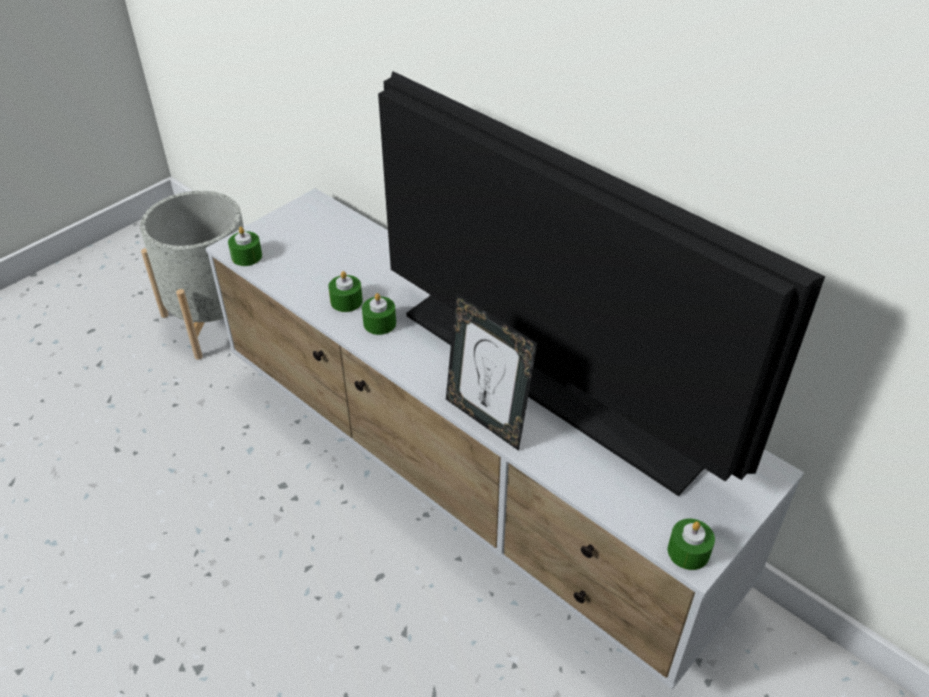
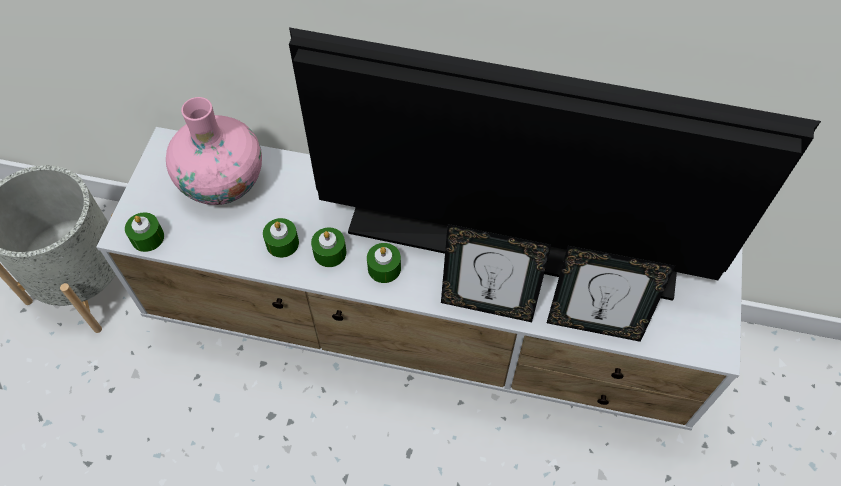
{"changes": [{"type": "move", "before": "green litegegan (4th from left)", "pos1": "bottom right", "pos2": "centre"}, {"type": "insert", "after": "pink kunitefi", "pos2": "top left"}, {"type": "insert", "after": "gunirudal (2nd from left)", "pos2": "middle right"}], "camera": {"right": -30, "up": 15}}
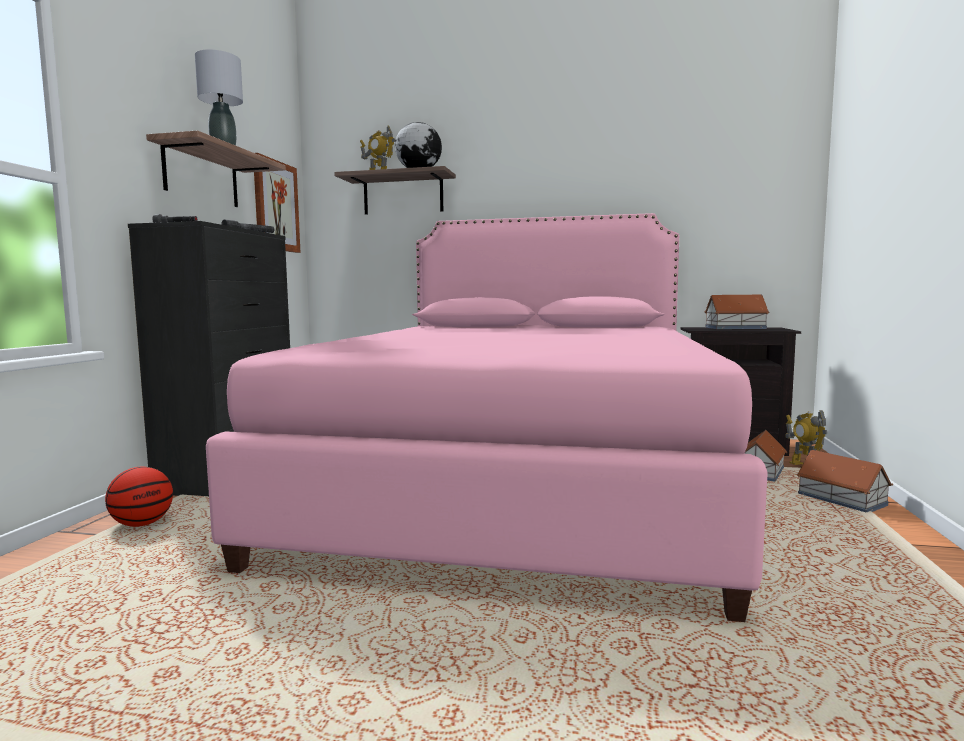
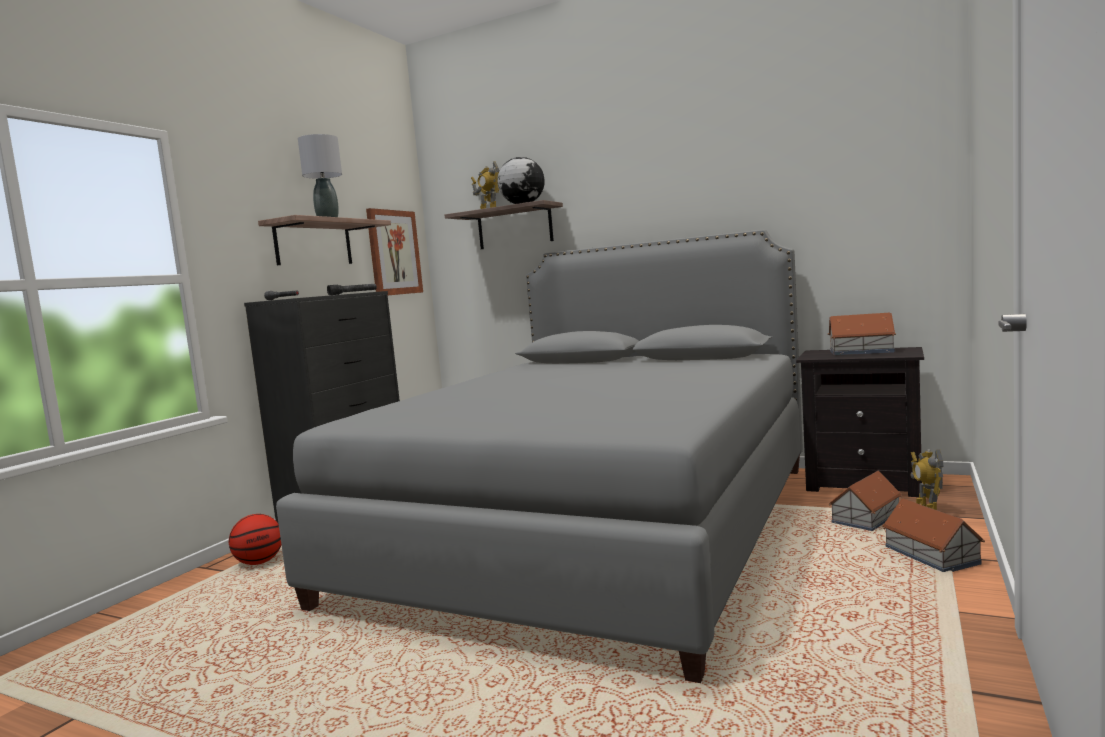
{"changes": [{"type": "recolor", "before": "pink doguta", "after": "grey doguta", "pos1": "centre", "pos2": "centre"}], "camera": {"right": 15, "up": 0}}
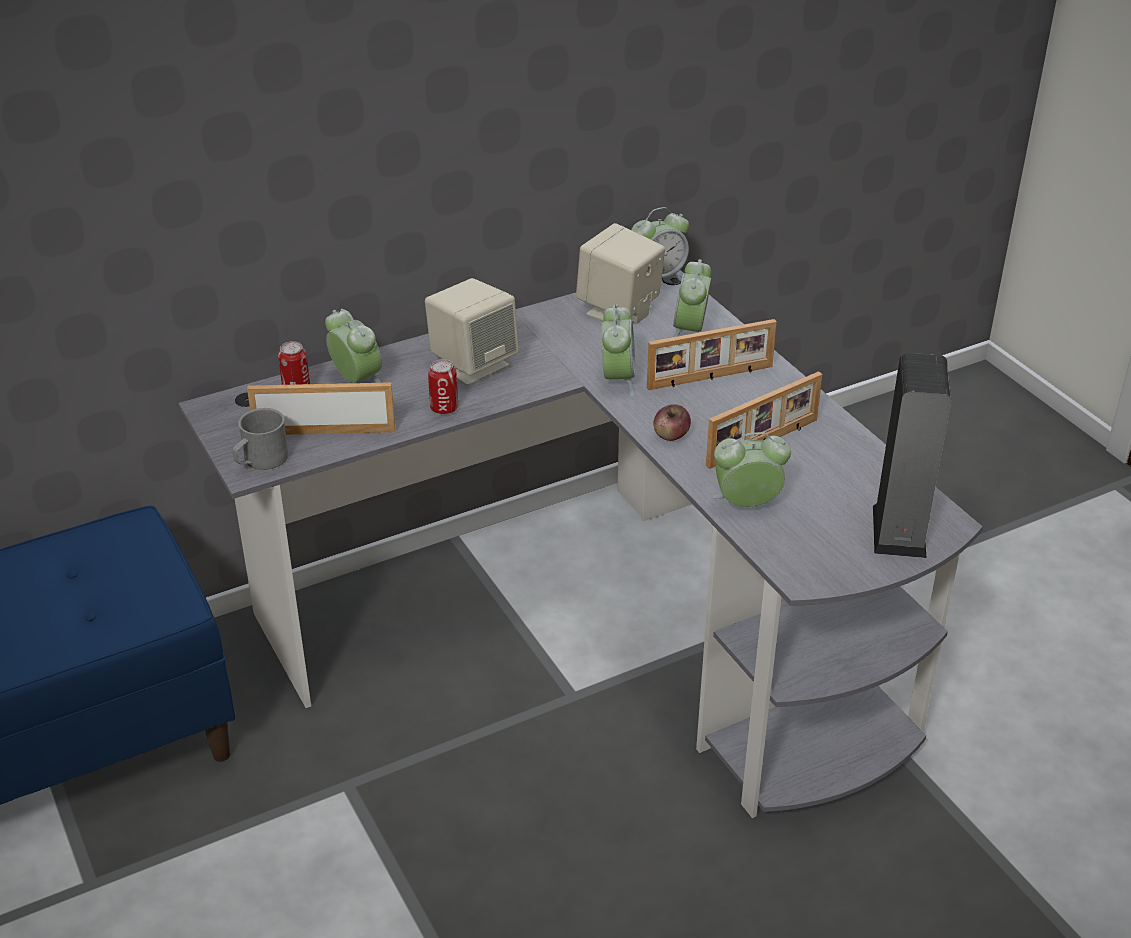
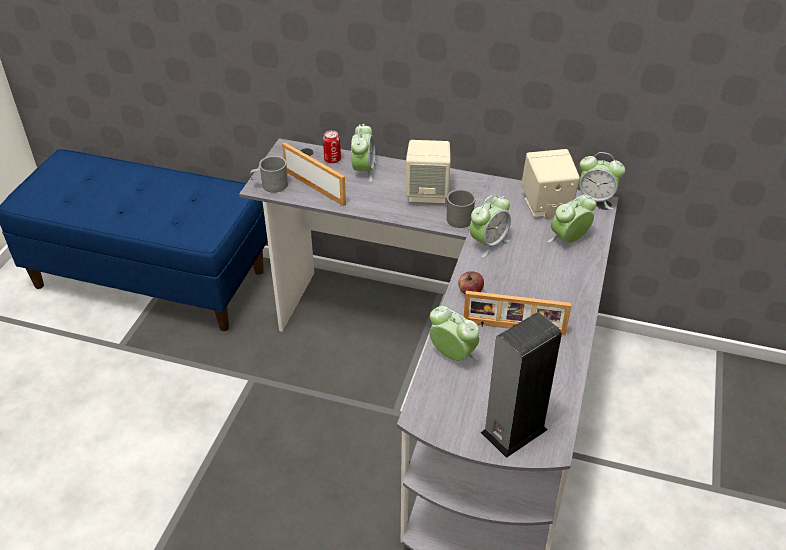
{"changes": [{"type": "delete", "before": "gunirudal (2nd from left)", "pos1": "centre"}, {"type": "delete", "before": "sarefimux (2nd from left)", "pos1": "centre"}, {"type": "insert", "after": "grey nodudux (2nd from left)", "pos2": "centre"}], "camera": {"right": 45, "up": 5}}
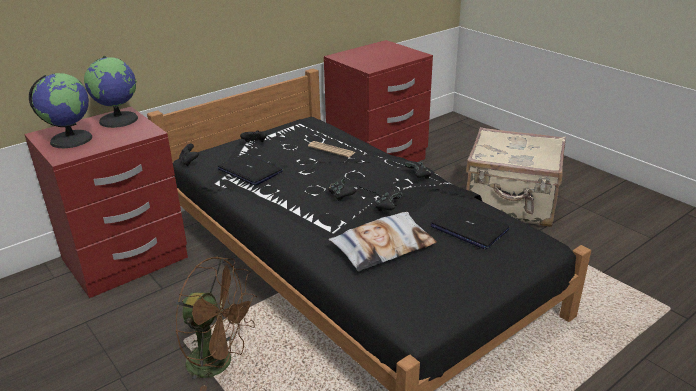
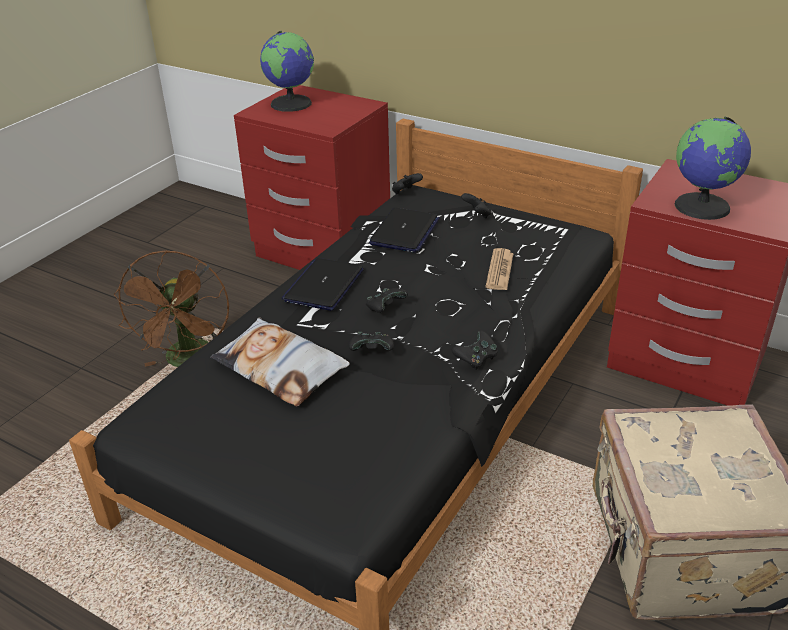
{"changes": [{"type": "move", "before": "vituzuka (2nd from left)", "pos1": "top left", "pos2": "top right"}, {"type": "move", "before": "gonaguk (2nd from left in the first image)", "after": "gonaguk (1st from left)", "pos1": "middle right", "pos2": "centre"}], "camera": {"right": 70, "up": 5}}
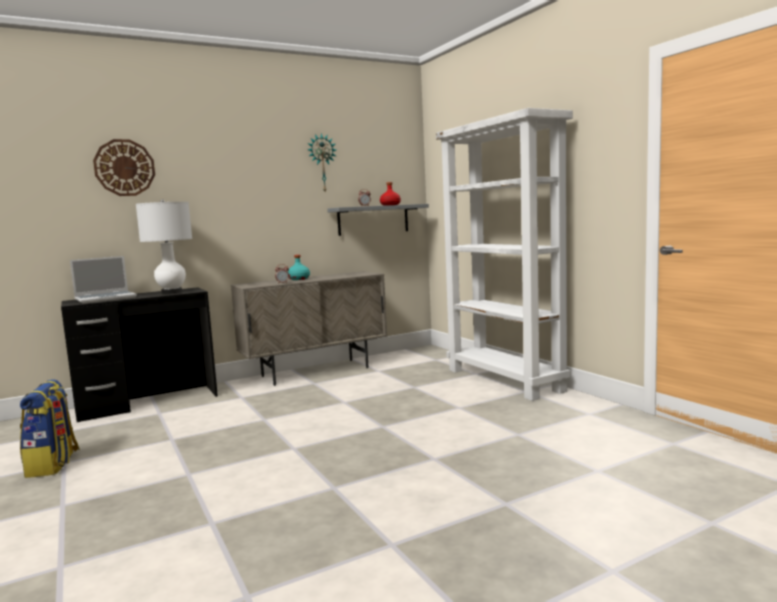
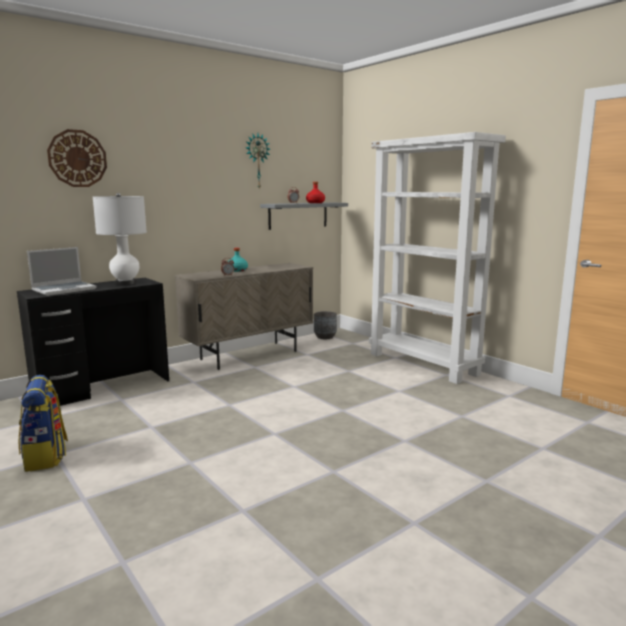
{"changes": [{"type": "insert", "after": "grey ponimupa", "pos2": "centre"}], "camera": {"right": -10, "up": 5}}
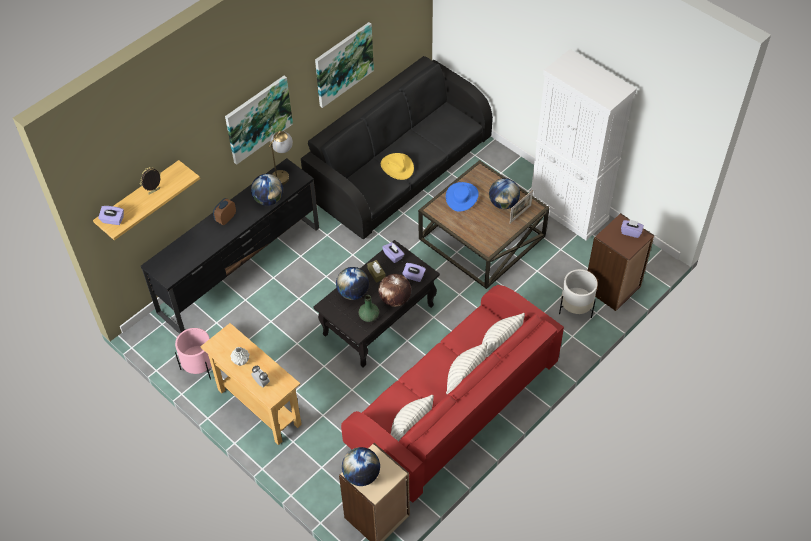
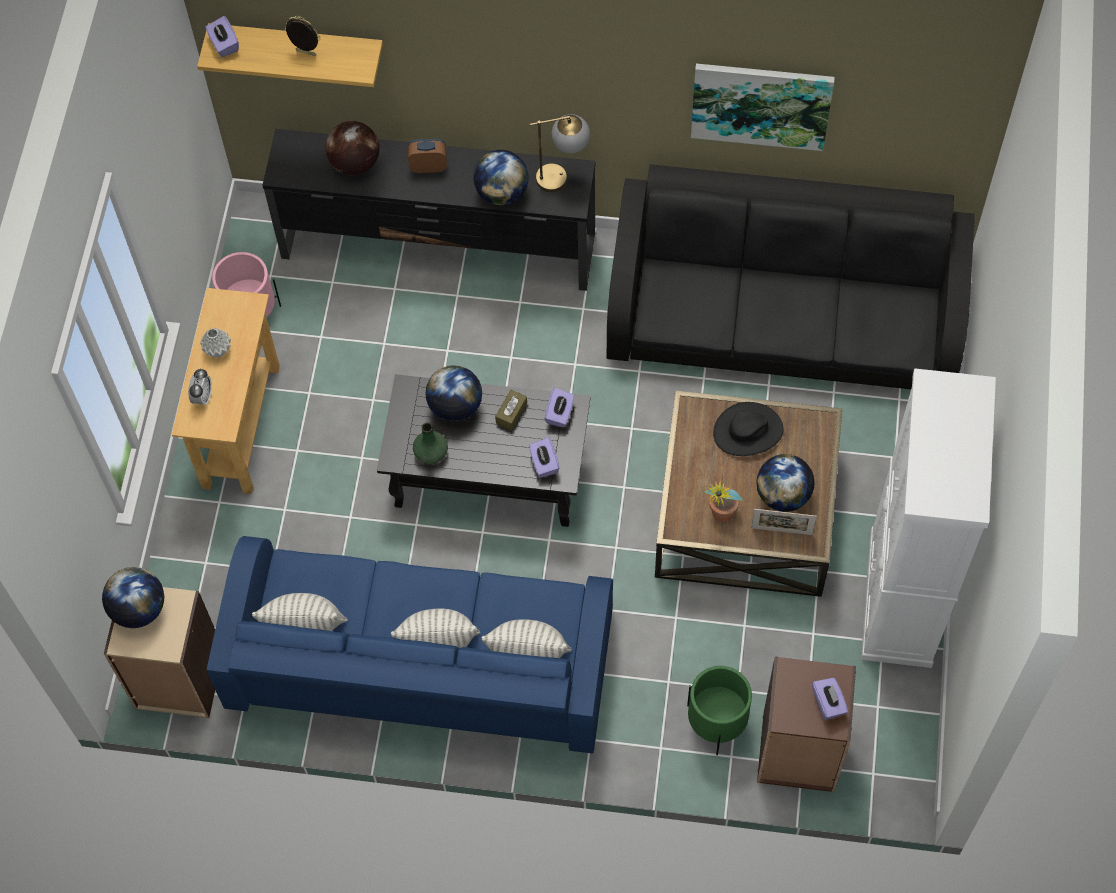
{"changes": [{"type": "delete", "before": "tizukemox (1st from left)", "pos1": "top left"}, {"type": "delete", "before": "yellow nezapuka", "pos1": "top centre"}, {"type": "recolor", "before": "blue nezapuka", "after": "black nezapuka", "pos1": "centre", "pos2": "middle right"}, {"type": "recolor", "before": "white ponimupa", "after": "green ponimupa", "pos1": "middle right", "pos2": "bottom centre"}, {"type": "move", "before": "vituzuka (4th from left in the first image)", "after": "vituzuka (2nd from left)", "pos1": "centre", "pos2": "top left"}, {"type": "recolor", "before": "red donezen", "after": "blue donezen", "pos1": "bottom centre", "pos2": "bottom centre"}, {"type": "insert", "after": "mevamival", "pos2": "centre"}], "camera": {"right": 55, "up": 10}}
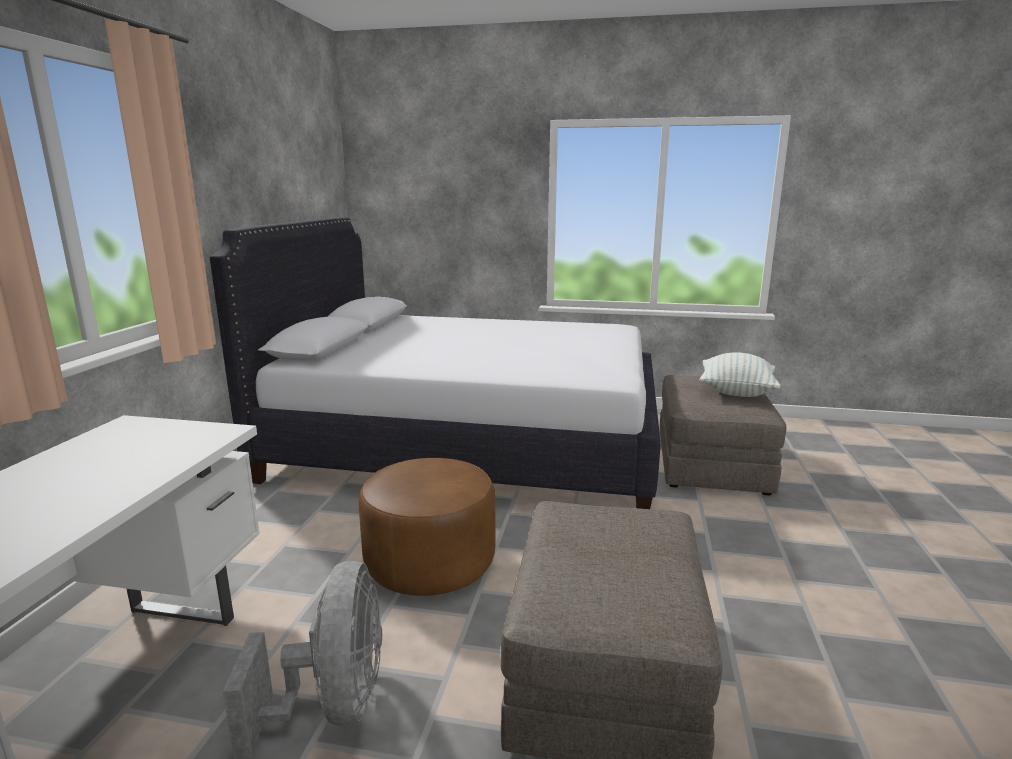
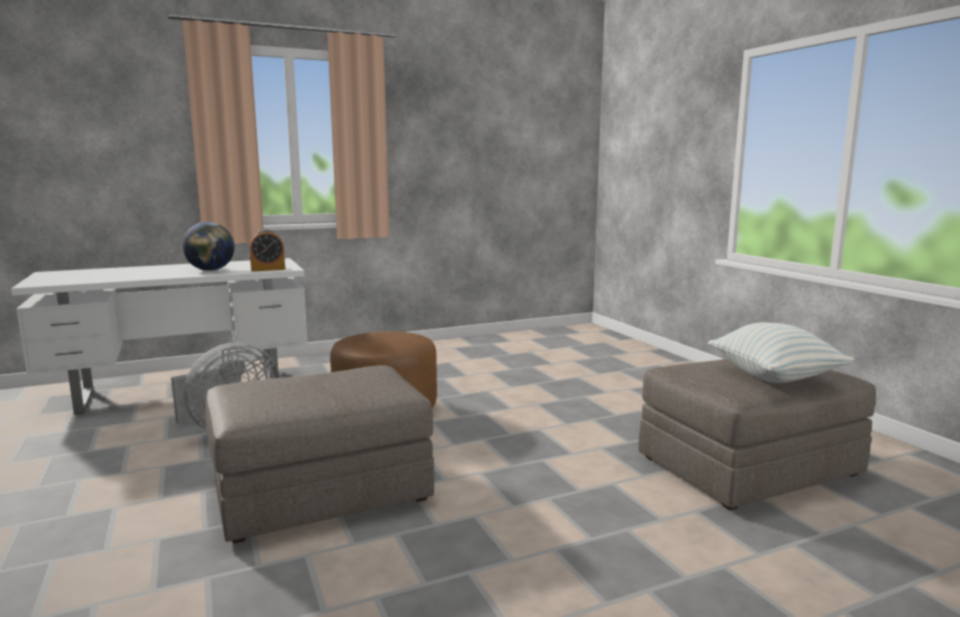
{"changes": [{"type": "delete", "before": "white doguta", "pos1": "centre"}, {"type": "insert", "after": "vituzuka", "pos2": "middle left"}, {"type": "insert", "after": "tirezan", "pos2": "middle left"}], "camera": {"right": 55, "up": -5}}
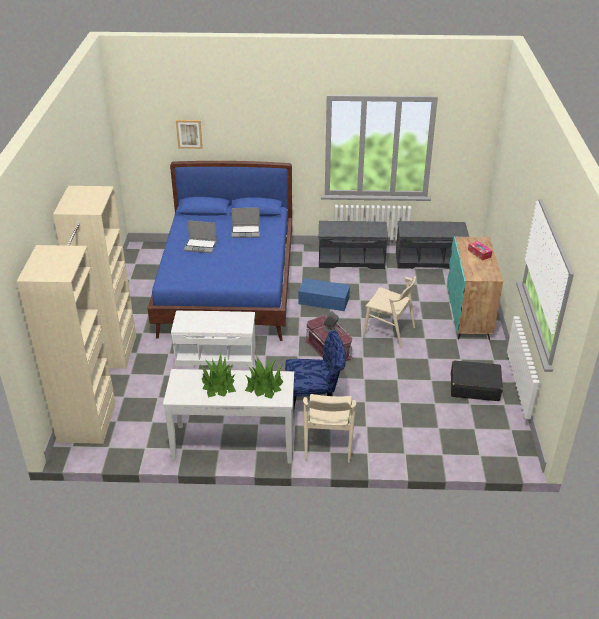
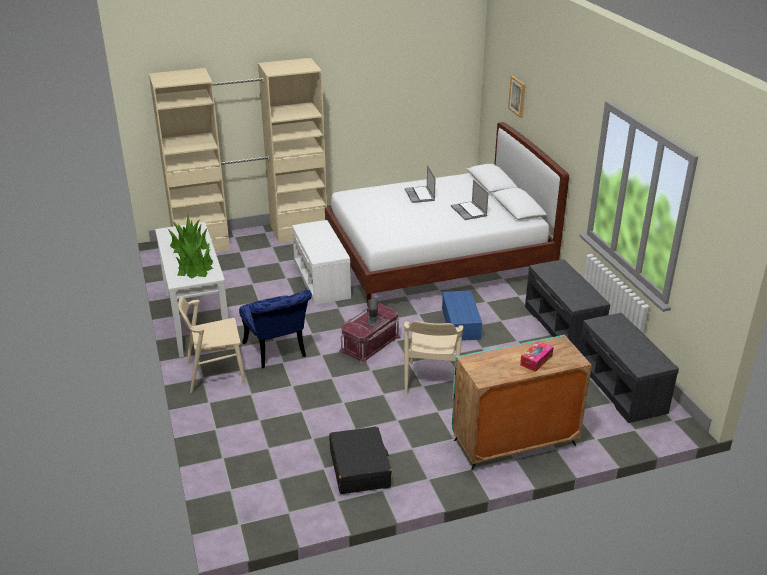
{"changes": [{"type": "recolor", "before": "blue doguta", "after": "white doguta", "pos1": "centre", "pos2": "centre"}], "camera": {"right": 70, "up": -5}}
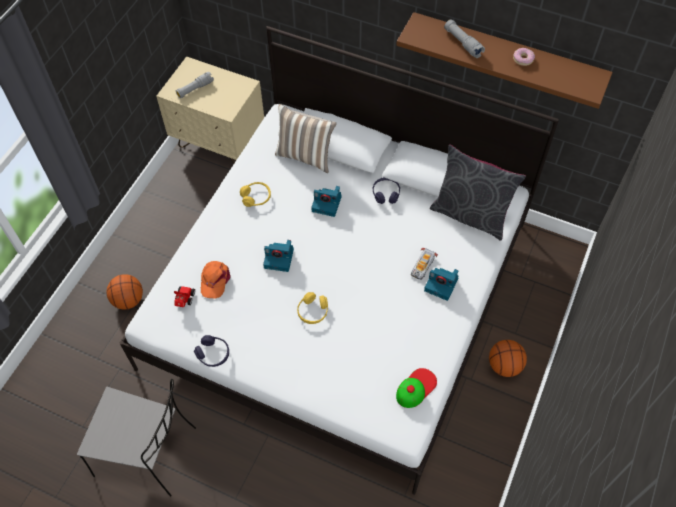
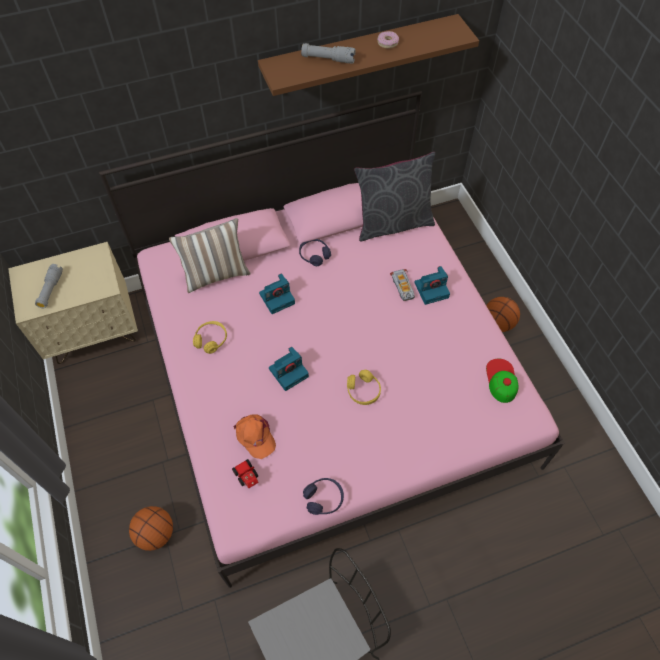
{"changes": [{"type": "recolor", "before": "white doguta", "after": "pink doguta", "pos1": "centre", "pos2": "centre"}], "camera": {"right": -45, "up": 0}}
